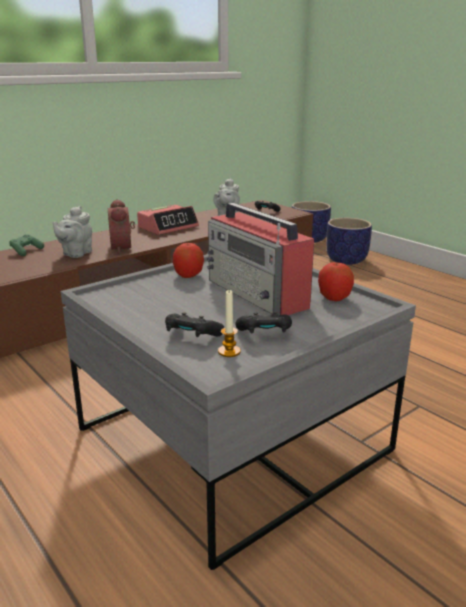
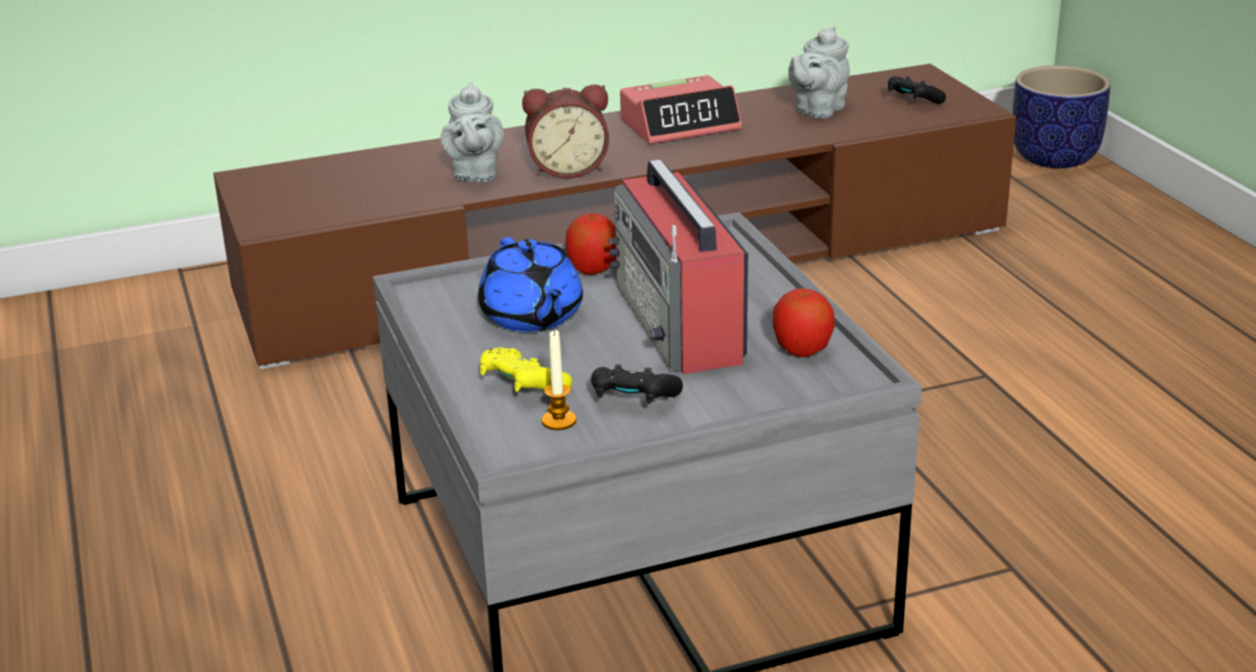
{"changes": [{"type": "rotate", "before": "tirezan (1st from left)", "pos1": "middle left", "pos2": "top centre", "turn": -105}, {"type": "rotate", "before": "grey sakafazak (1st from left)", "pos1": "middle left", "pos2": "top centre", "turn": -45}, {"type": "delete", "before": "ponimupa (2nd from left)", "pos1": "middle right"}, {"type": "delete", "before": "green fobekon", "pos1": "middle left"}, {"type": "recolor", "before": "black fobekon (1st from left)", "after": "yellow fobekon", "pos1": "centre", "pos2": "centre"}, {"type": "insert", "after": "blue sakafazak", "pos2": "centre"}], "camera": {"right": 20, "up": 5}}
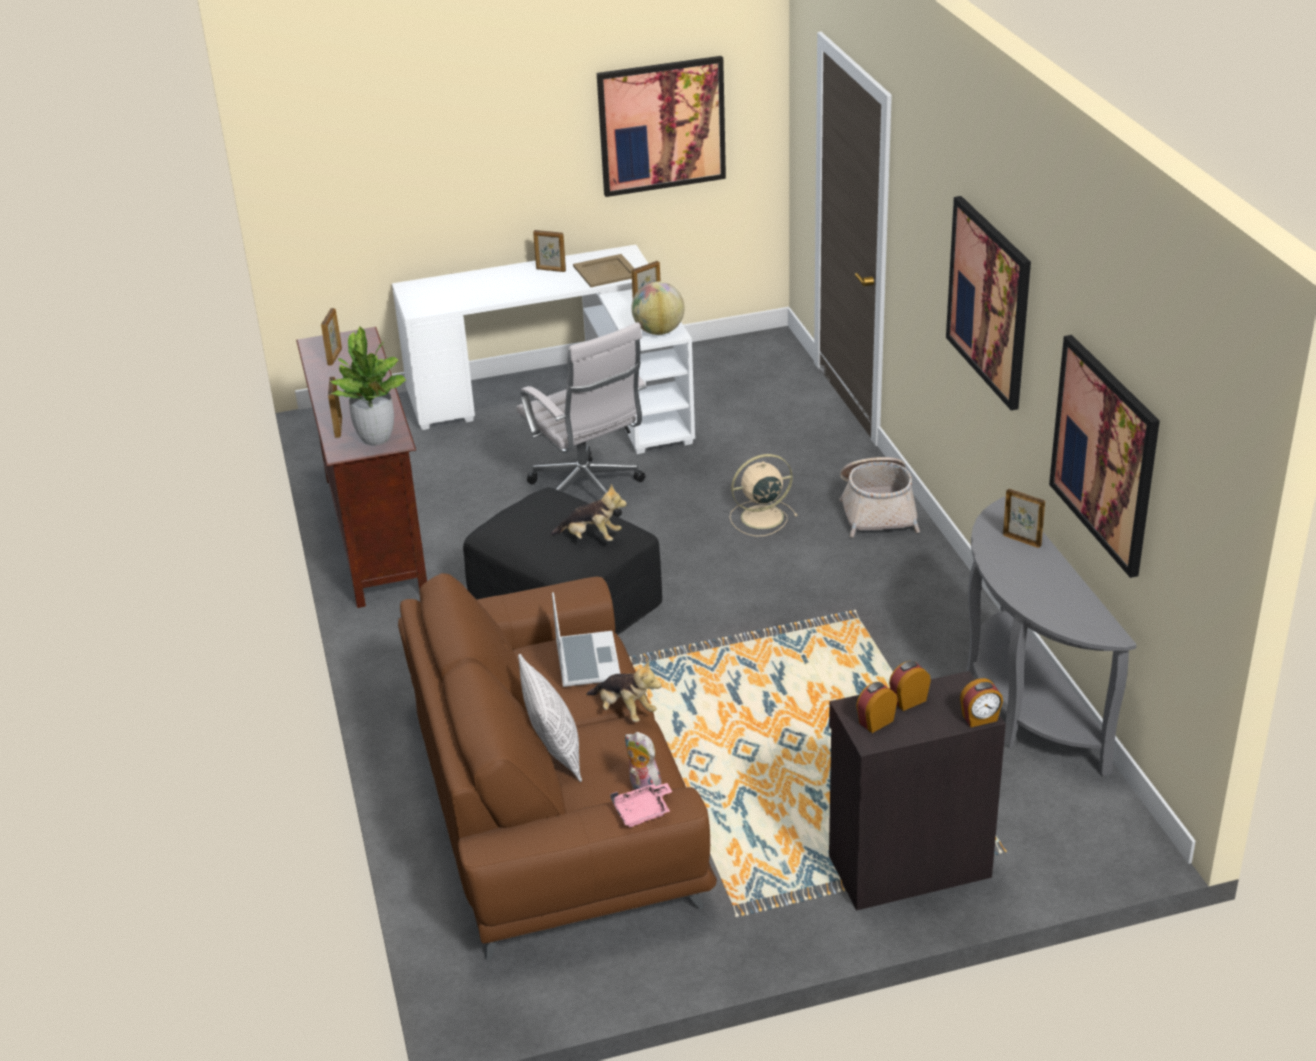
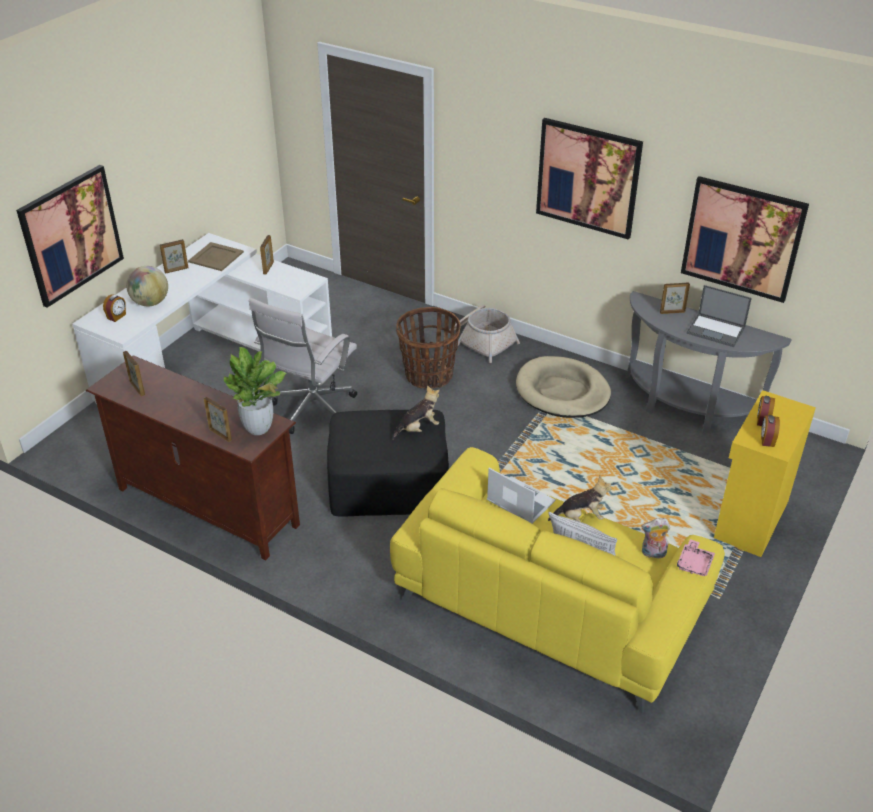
{"changes": [{"type": "move", "before": "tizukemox (1st from left)", "pos1": "top centre", "pos2": "top left"}, {"type": "move", "before": "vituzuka", "pos1": "top centre", "pos2": "middle left"}, {"type": "rotate", "before": "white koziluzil", "pos1": "centre", "pos2": "centre", "turn": 105}, {"type": "replace", "before": "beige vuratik", "after": "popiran (1st from left)", "pos1": "centre", "pos2": "centre"}, {"type": "recolor", "before": "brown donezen", "after": "yellow donezen", "pos1": "bottom centre", "pos2": "bottom centre"}, {"type": "recolor", "before": "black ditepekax", "after": "yellow ditepekax", "pos1": "bottom right", "pos2": "middle right"}, {"type": "move", "before": "tirezan (3rd from left in the first image)", "after": "tirezan (1st from left)", "pos1": "middle right", "pos2": "middle left"}, {"type": "insert", "after": "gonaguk (2nd from left)", "pos2": "middle right"}, {"type": "insert", "after": "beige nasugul", "pos2": "centre"}], "camera": {"right": -45, "up": 5}}
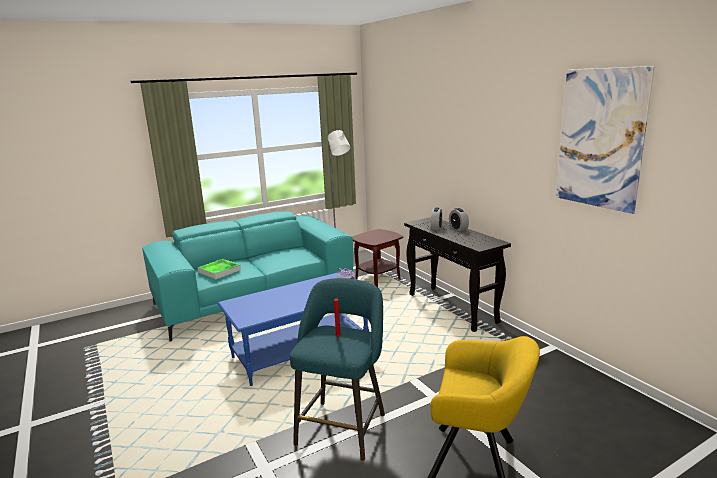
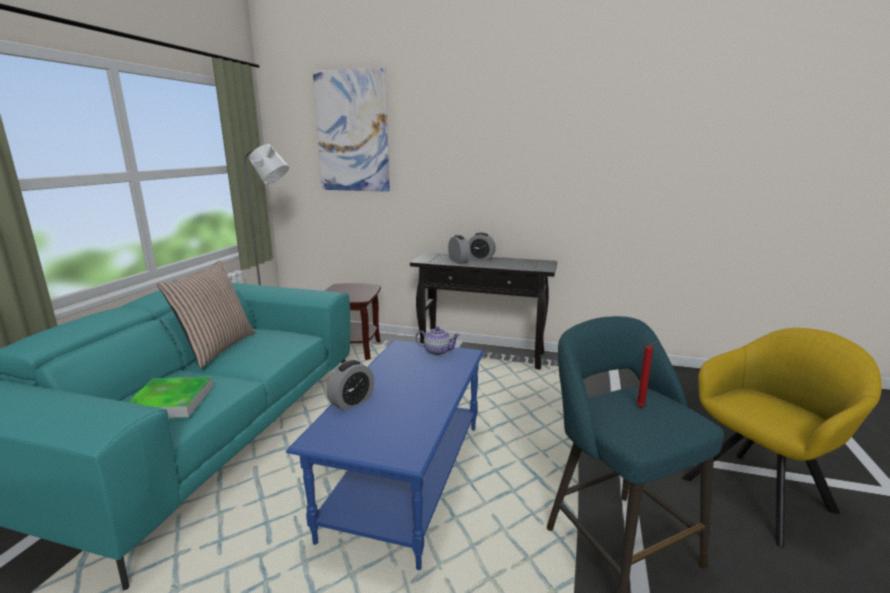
{"changes": [{"type": "move", "before": "tizukemox", "pos1": "top right", "pos2": "top centre"}, {"type": "insert", "after": "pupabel", "pos2": "middle left"}, {"type": "insert", "after": "tirezan (1st from left)", "pos2": "centre"}], "camera": {"right": -45, "up": 0}}
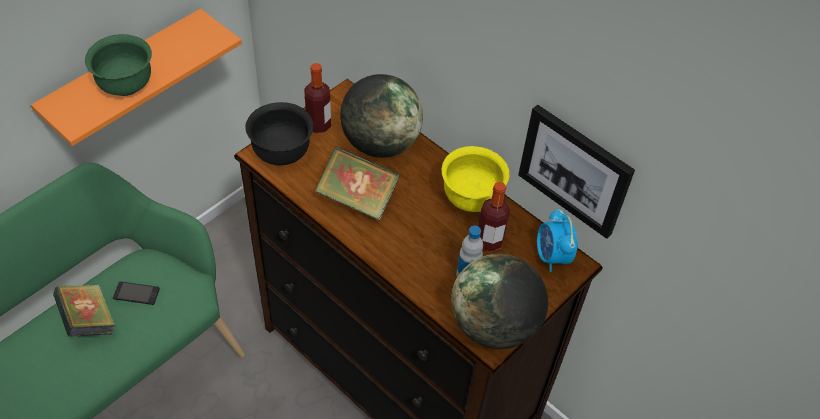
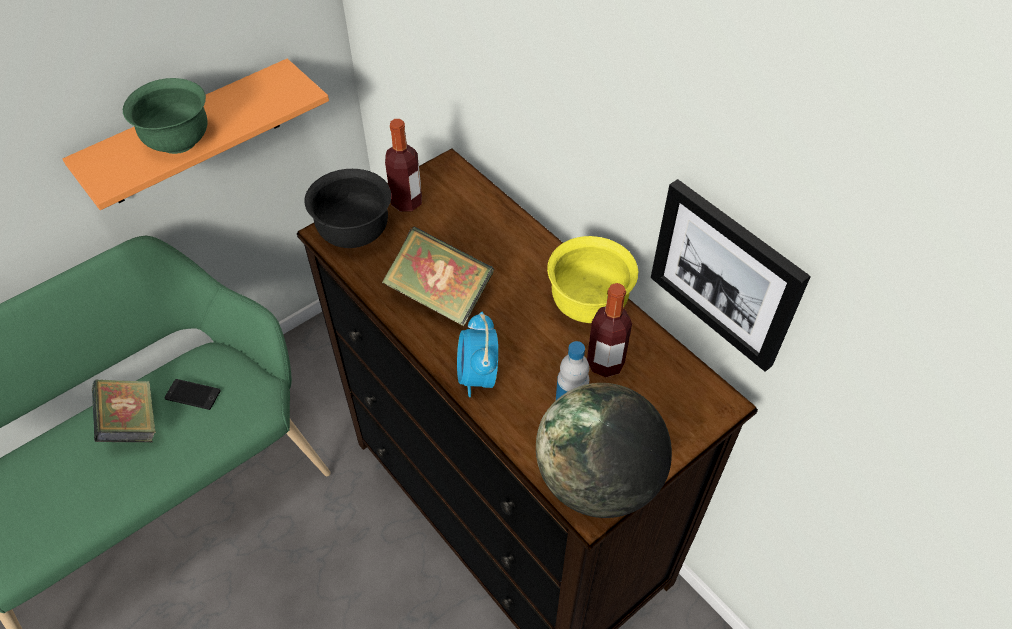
{"changes": [{"type": "delete", "before": "vituzuka (1st from left)", "pos1": "top centre"}, {"type": "move", "before": "tirezan", "pos1": "middle right", "pos2": "centre"}], "camera": {"right": 10, "up": 0}}
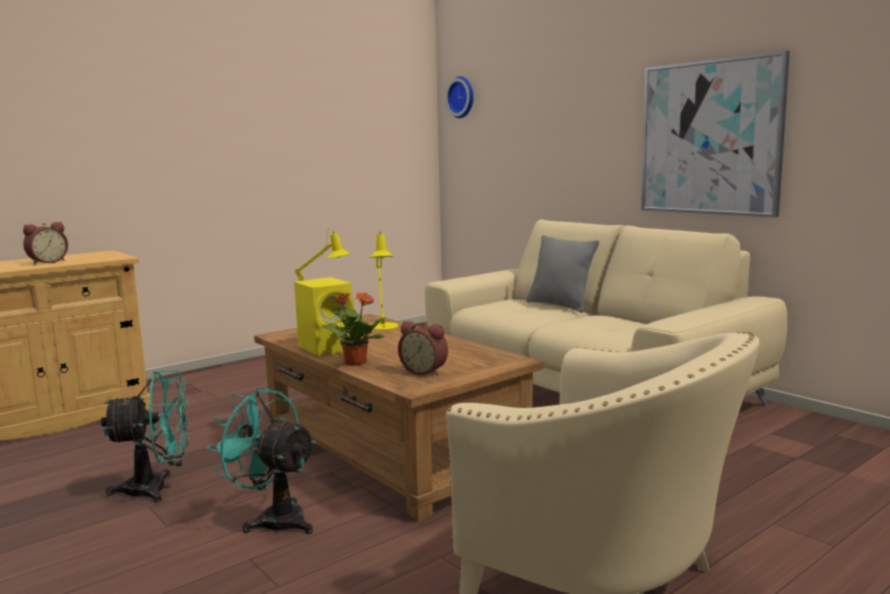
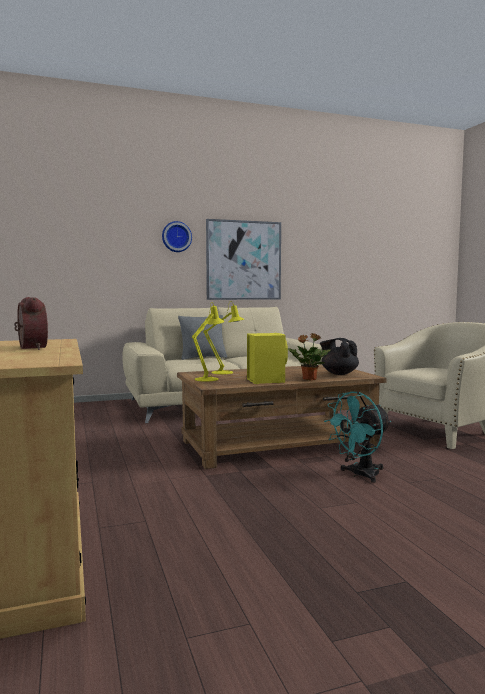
{"changes": [{"type": "move", "before": "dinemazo", "pos1": "top centre", "pos2": "centre"}, {"type": "replace", "before": "tirezan (2nd from left)", "after": "black sakafazak", "pos1": "centre", "pos2": "middle right"}, {"type": "delete", "before": "turquoise vuratik (1st from left)", "pos1": "bottom left"}], "camera": {"right": -70, "up": -5}}
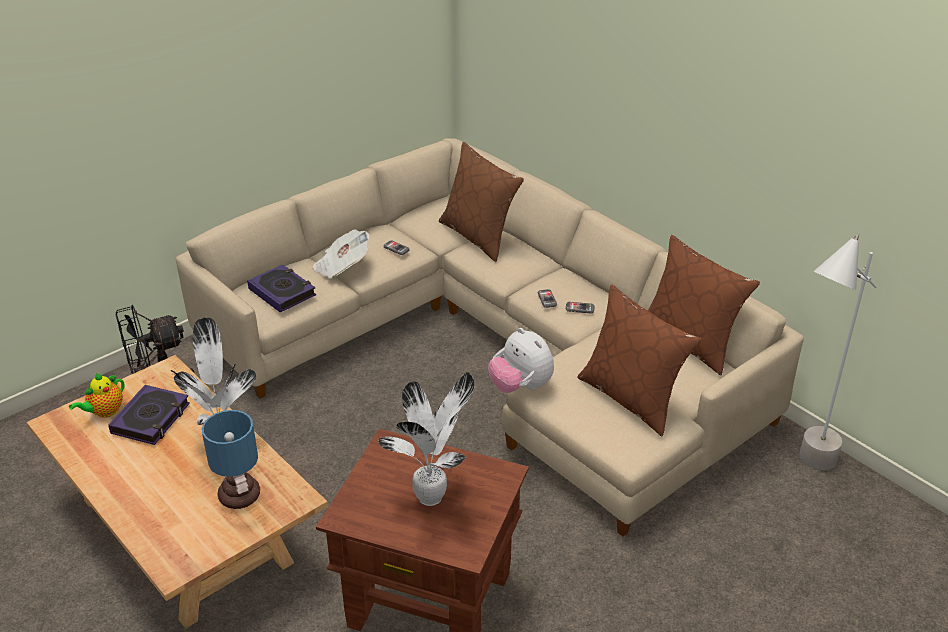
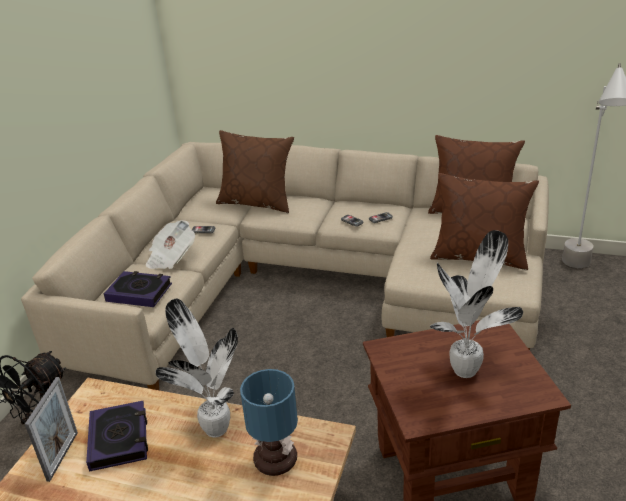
{"changes": [{"type": "delete", "before": "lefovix", "pos1": "centre"}, {"type": "replace", "before": "sakafazak", "after": "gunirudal", "pos1": "middle left", "pos2": "bottom left"}], "camera": {"right": -30, "up": -5}}
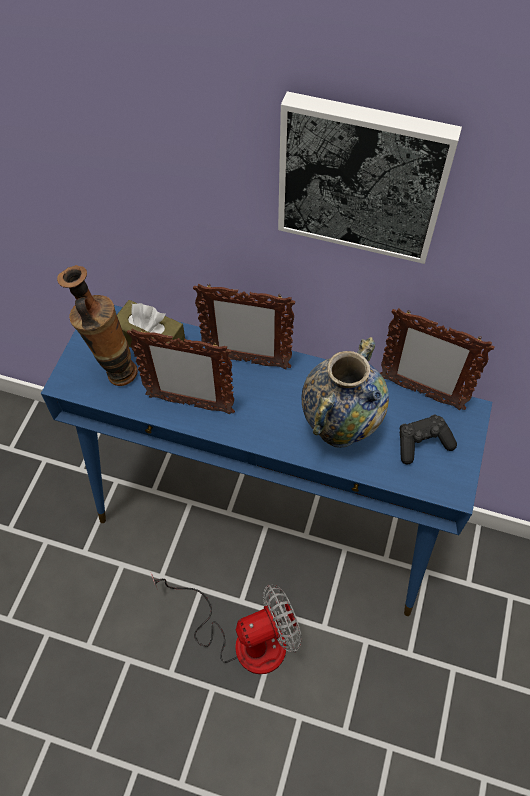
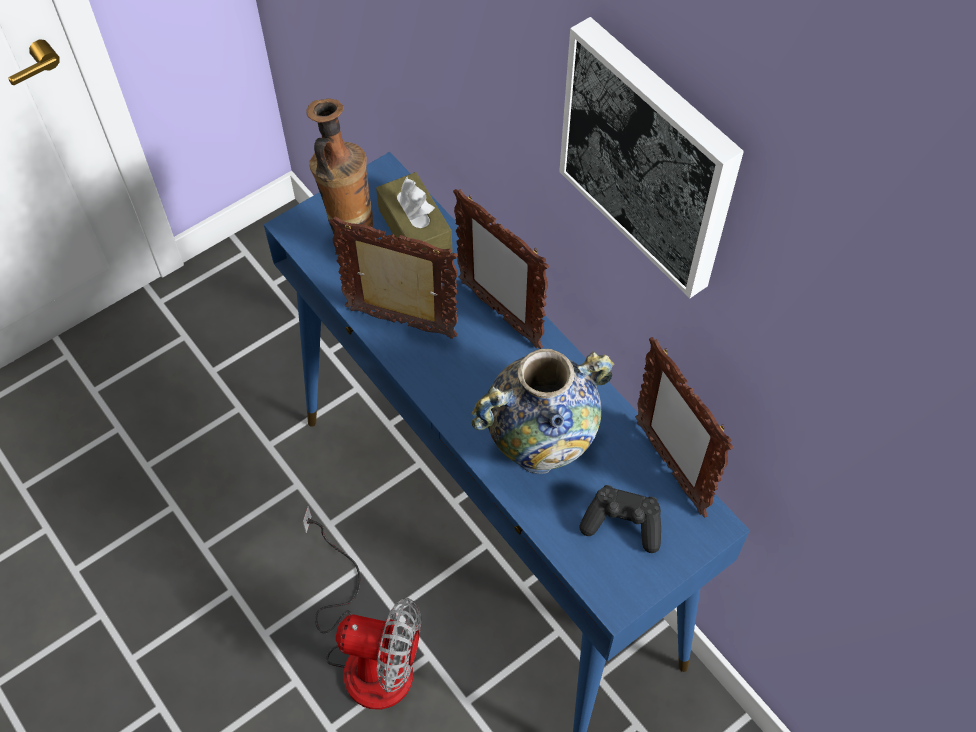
{"changes": [{"type": "rotate", "before": "gunirudal (1st from left)", "pos1": "centre", "pos2": "centre", "turn": 150}], "camera": {"right": 35, "up": 0}}
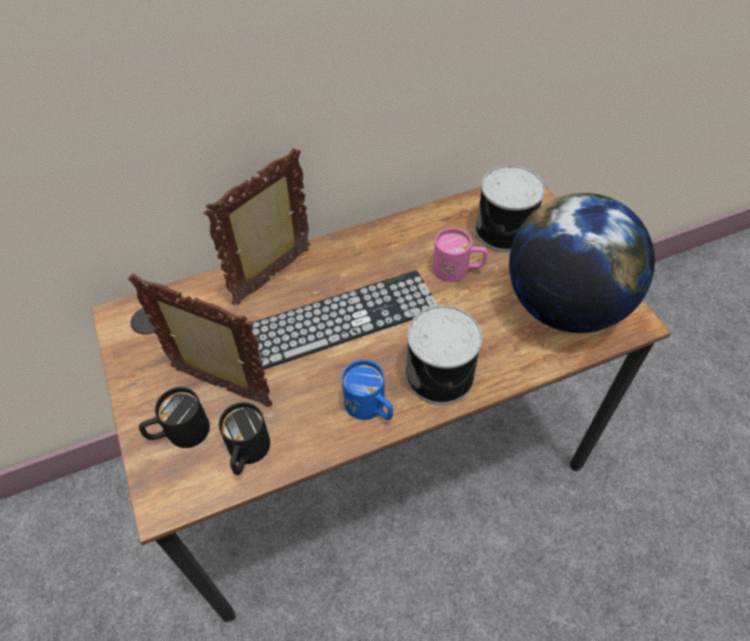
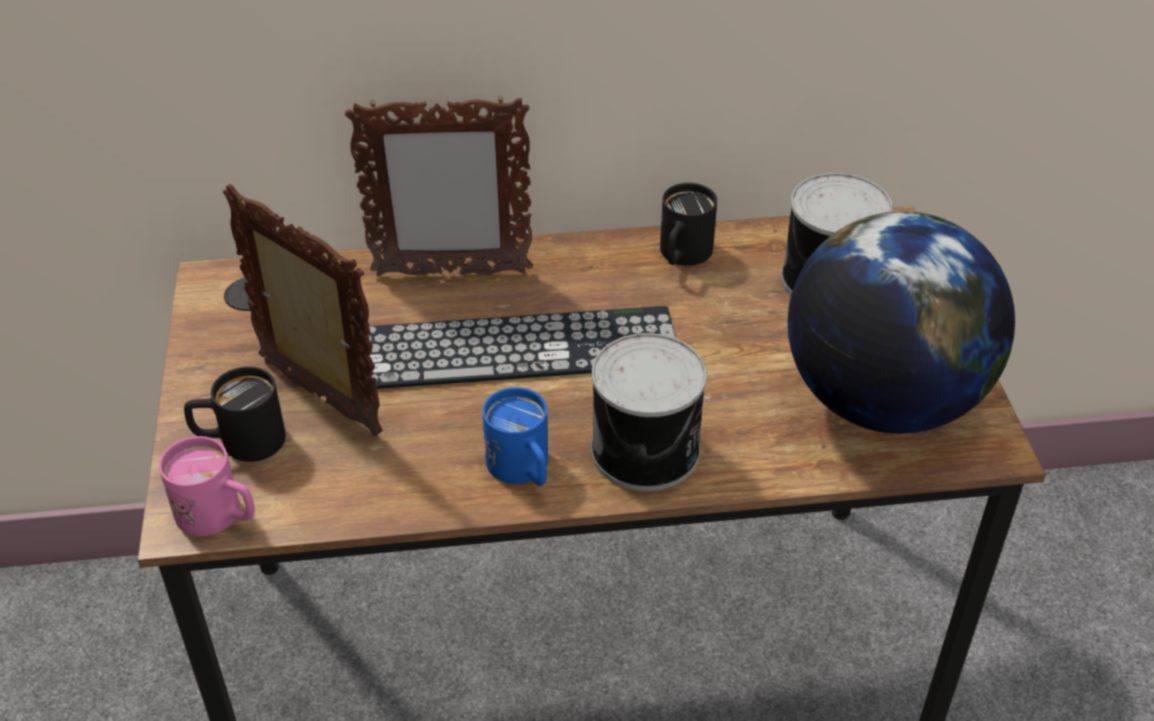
{"changes": [{"type": "rotate", "before": "gunirudal (2nd from left)", "pos1": "centre", "pos2": "top centre", "turn": -150}, {"type": "move", "before": "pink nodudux", "pos1": "centre", "pos2": "bottom left"}, {"type": "move", "before": "black nodudux (2nd from left)", "pos1": "bottom left", "pos2": "top centre"}], "camera": {"right": 15, "up": -10}}
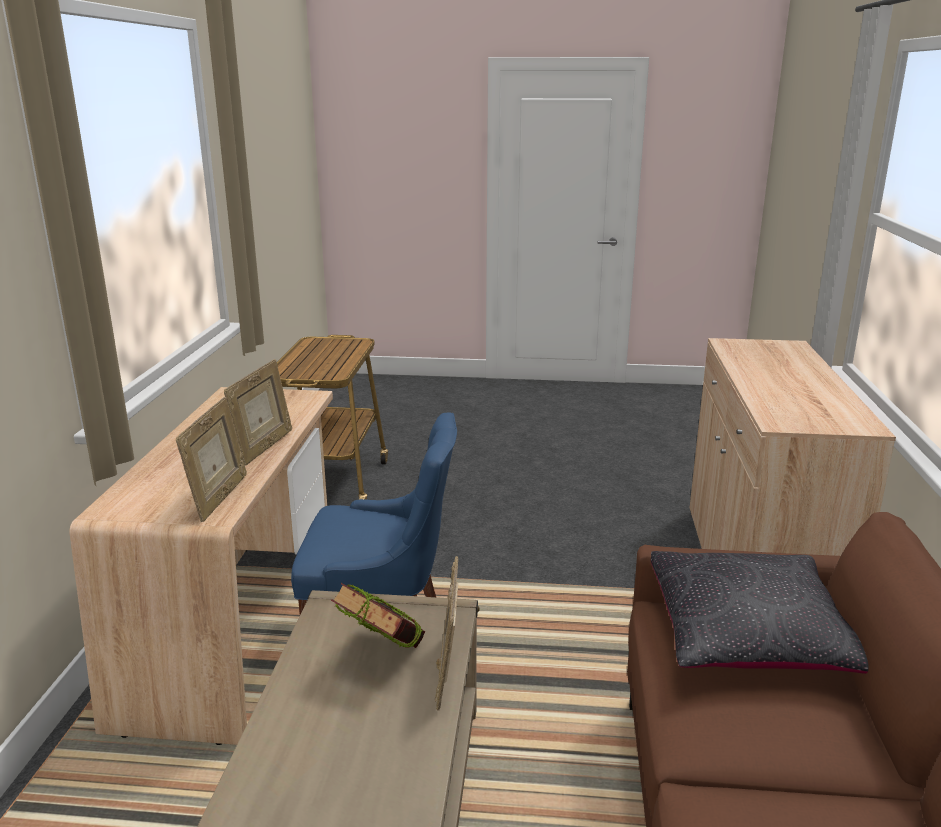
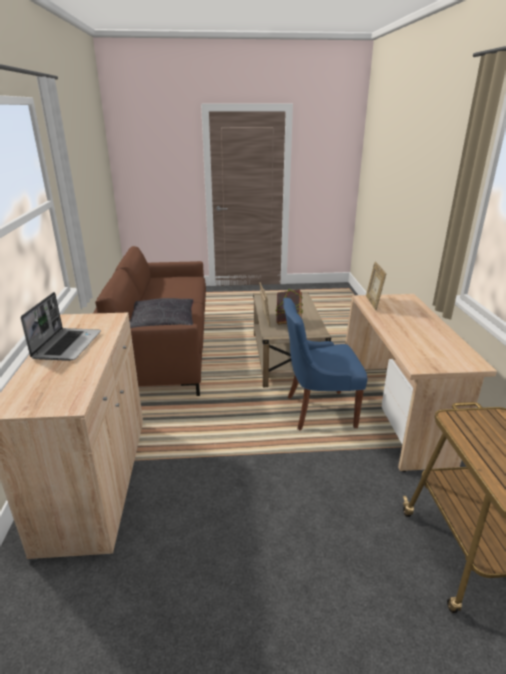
{"changes": [{"type": "delete", "before": "gunirudal (2nd from left)", "pos1": "middle left"}, {"type": "insert", "after": "gonaguk", "pos2": "middle left"}], "camera": {"right": 170, "up": 5}}
